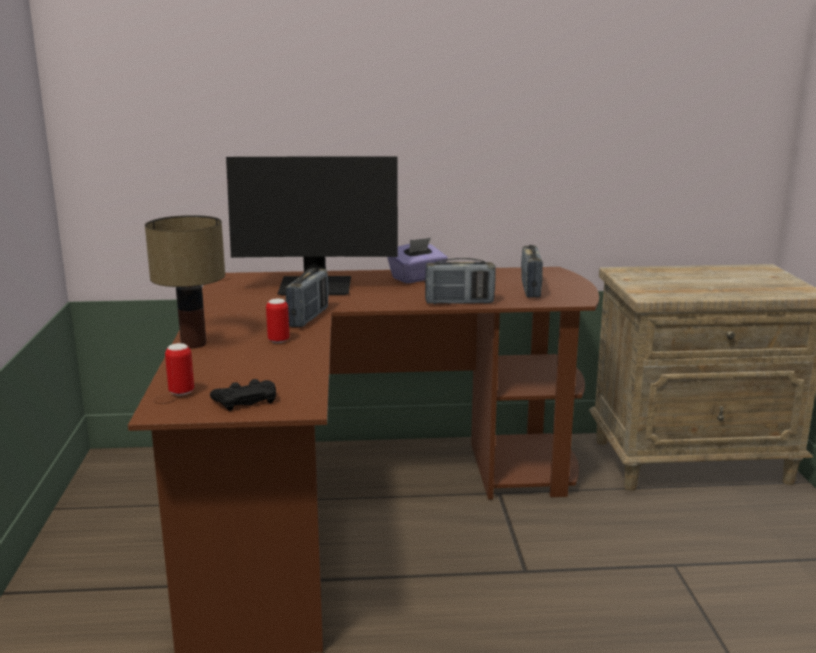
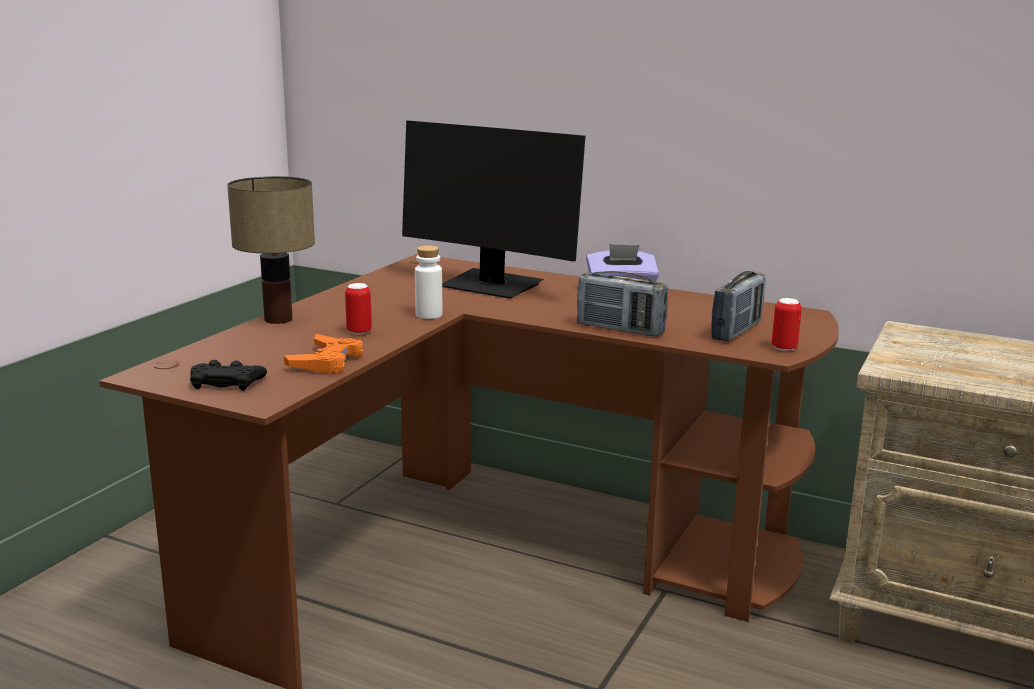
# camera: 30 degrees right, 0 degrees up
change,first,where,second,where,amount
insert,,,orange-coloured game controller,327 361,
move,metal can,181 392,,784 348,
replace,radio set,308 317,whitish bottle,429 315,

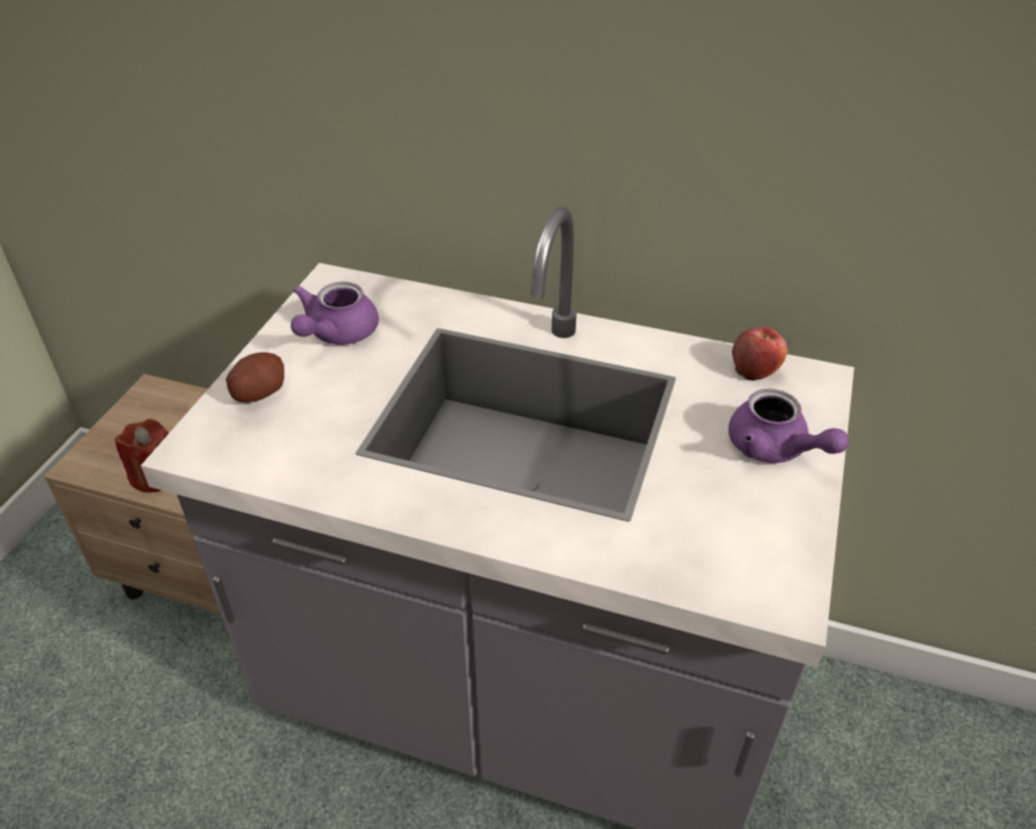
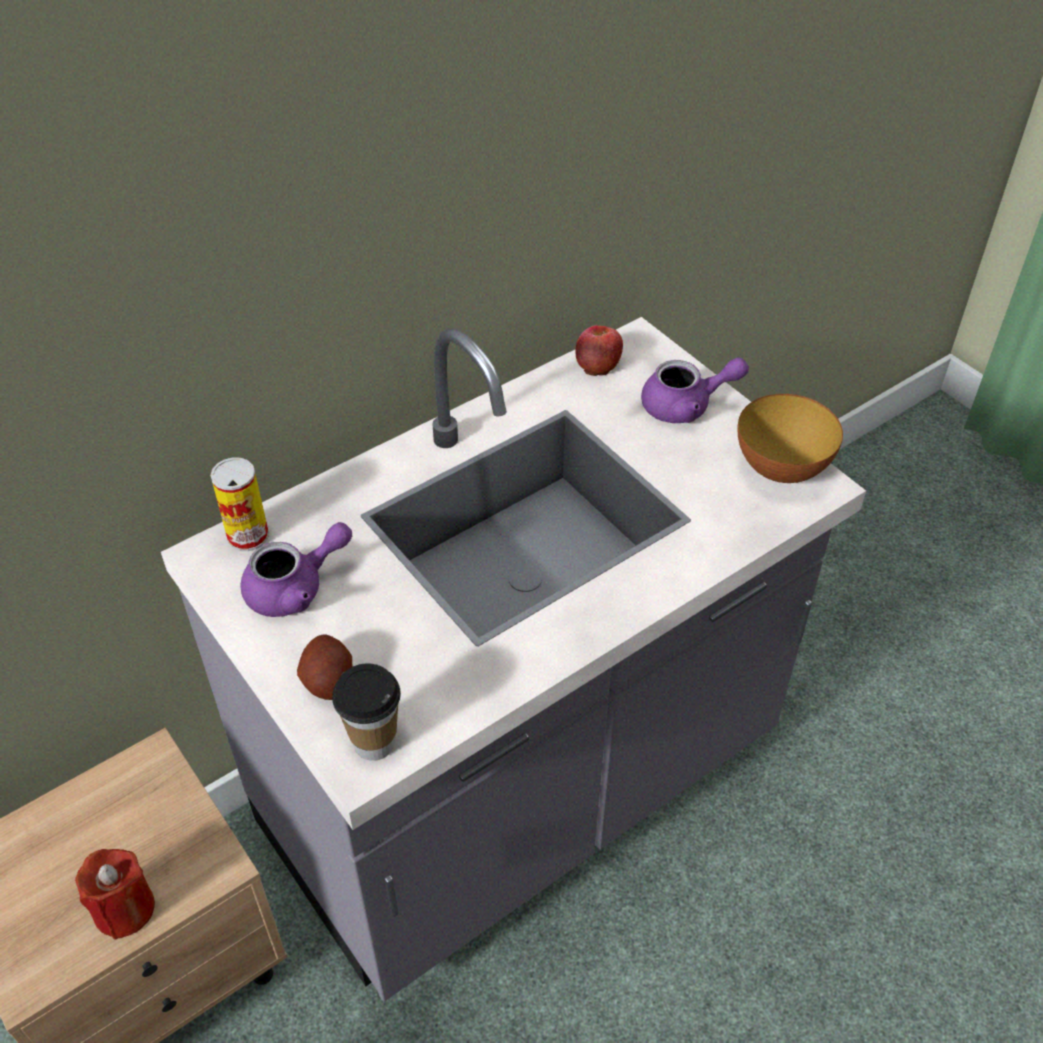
# camera: 55 degrees left, 5 degrees up
change,first,where,second,where,amount
insert,,,metal can,248 535,
insert,,,drinking cup,374 743,
insert,,,deep dish,781 469,
rotate,purple tea pot,336 334,,296 588,90 degrees counterclockwise

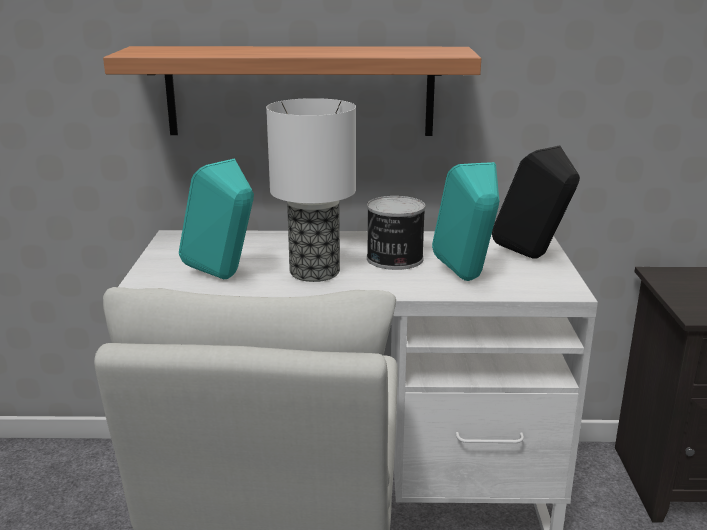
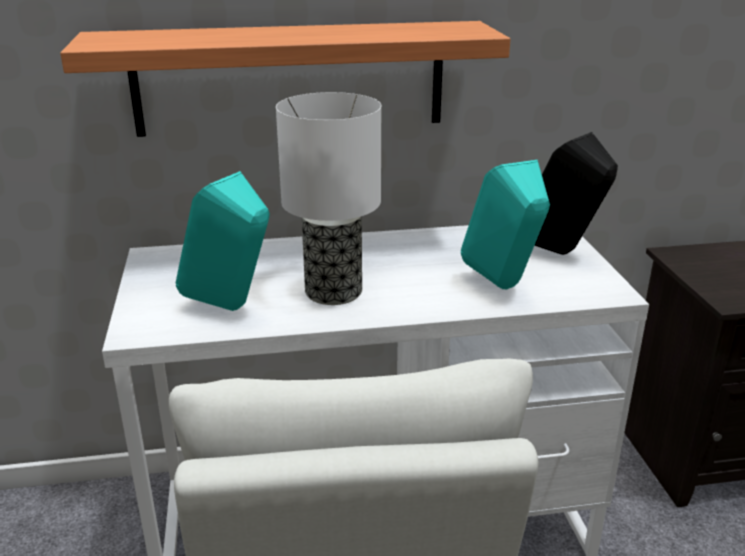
# camera: 10 degrees left, 5 degrees up
change,first,where,second,where,amount
delete,metal can,394 259,,,

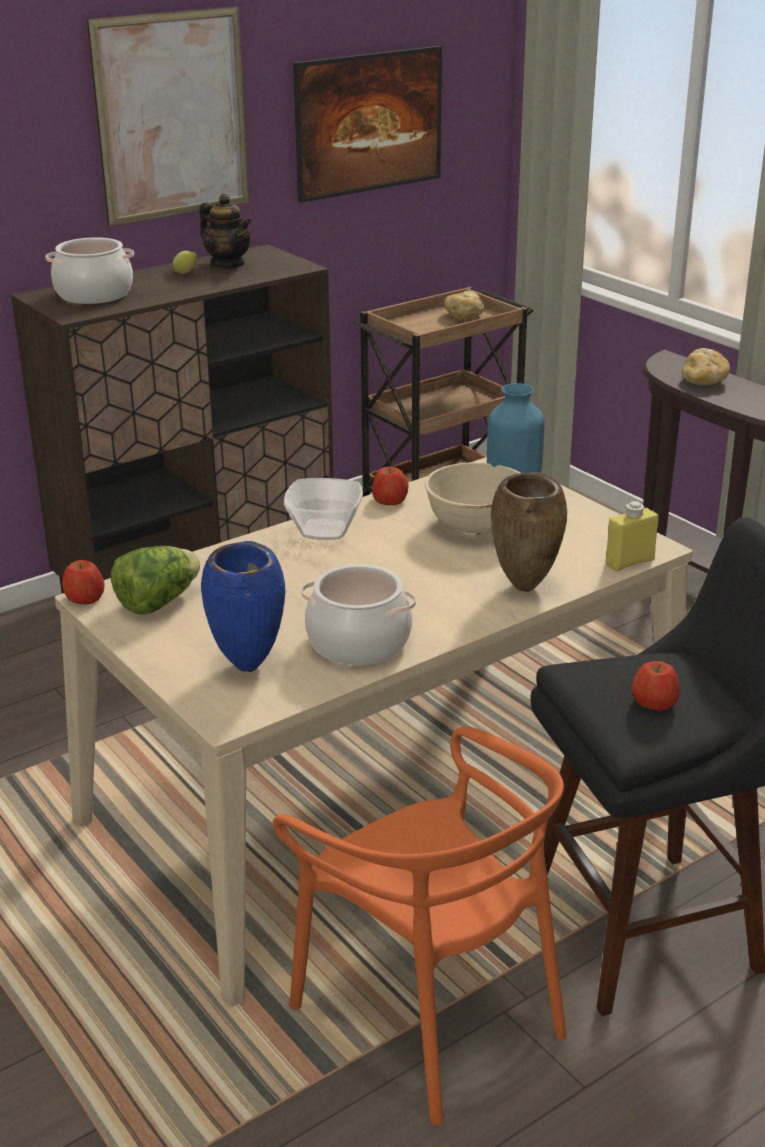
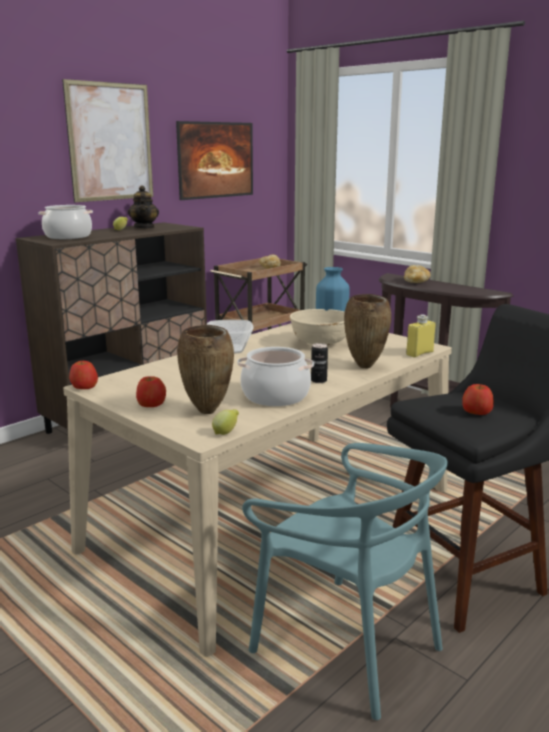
# camera: 10 degrees left, 10 degrees down
change,first,where,second,where,amount
delete,lettuce,158 603,,,
insert,,,whole lemon,226 433,
insert,,,metal can,318 380,
move,apple fruit,390 500,,151 404,
recolor,blue-coloured flower vase,249 667,brown-coloured flower vase,208 412,
recolor,orange-coloured chair,431 1013,blue-green chair,347 644,
rotate,tea pot,228 264,,144 227,45 degrees clockwise

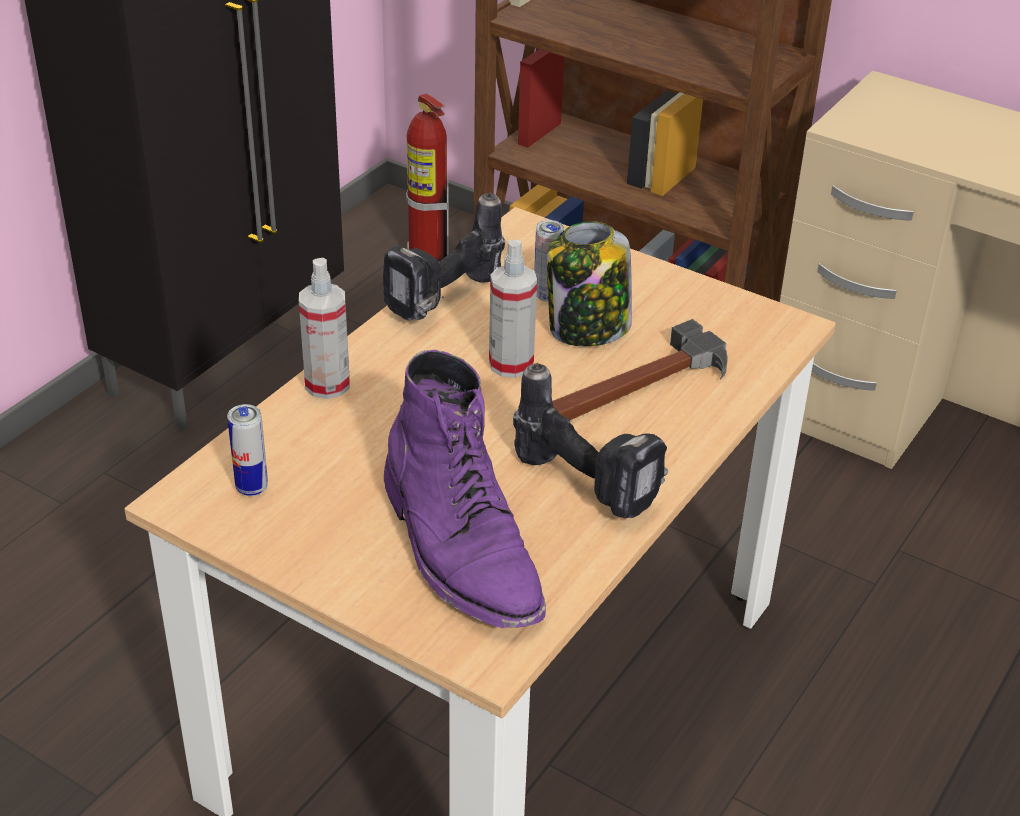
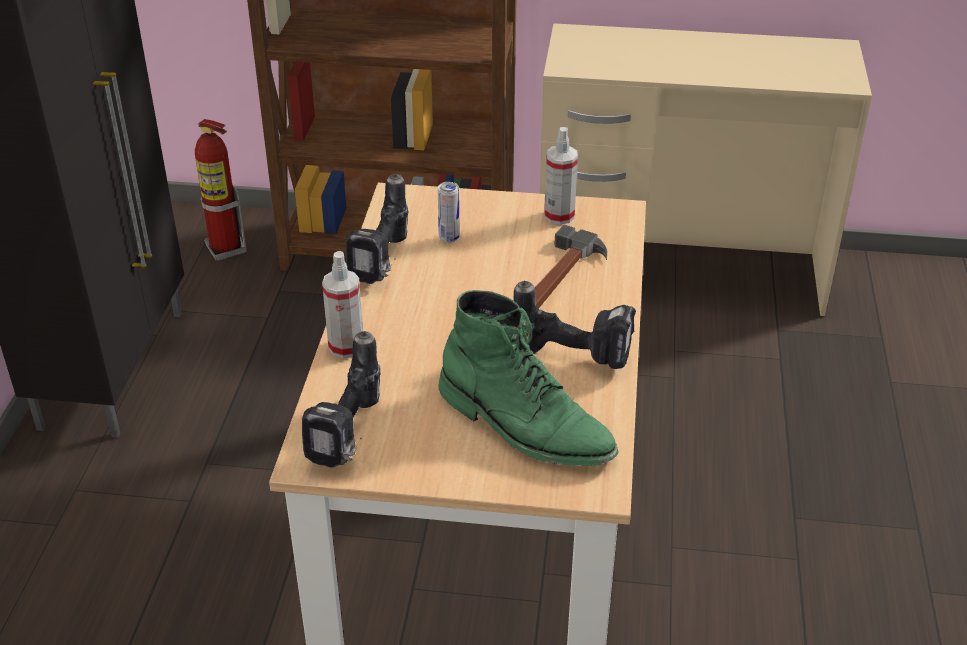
# camera: 25 degrees left, 0 degrees up
change,first,where,second,where,amount
delete,jar,587 328,,,
move,sprayer,511 364,,559 215,
replace,metal can,252 488,drill,351 435,
recolor,purple high-top boot,460 547,green-coloured high-top boot,525 425,

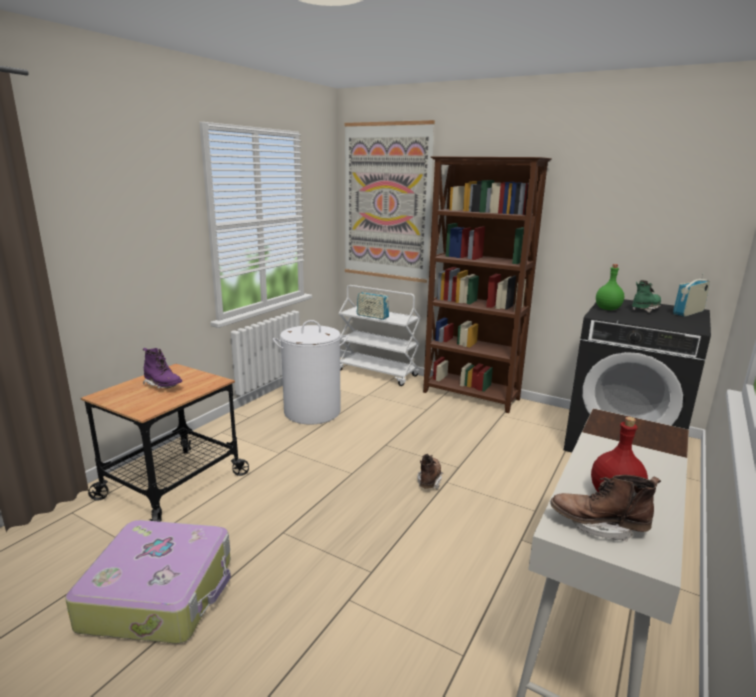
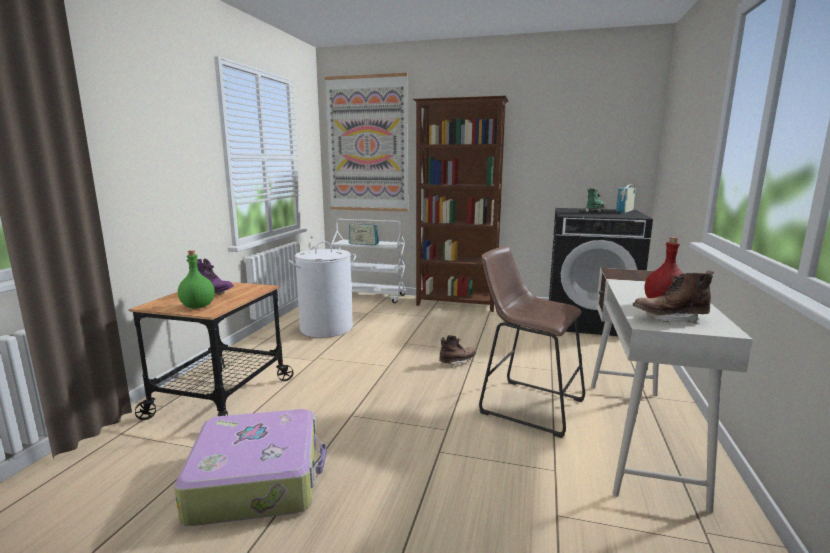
# camera: 15 degrees left, 5 degrees down
change,first,where,second,where,amount
insert,,,brown-coloured stool,526 404,
move,green-coloured bottle,607 309,,197 307,
rotate,brown-coloured high-top boot,429 480,,457 362,60 degrees clockwise

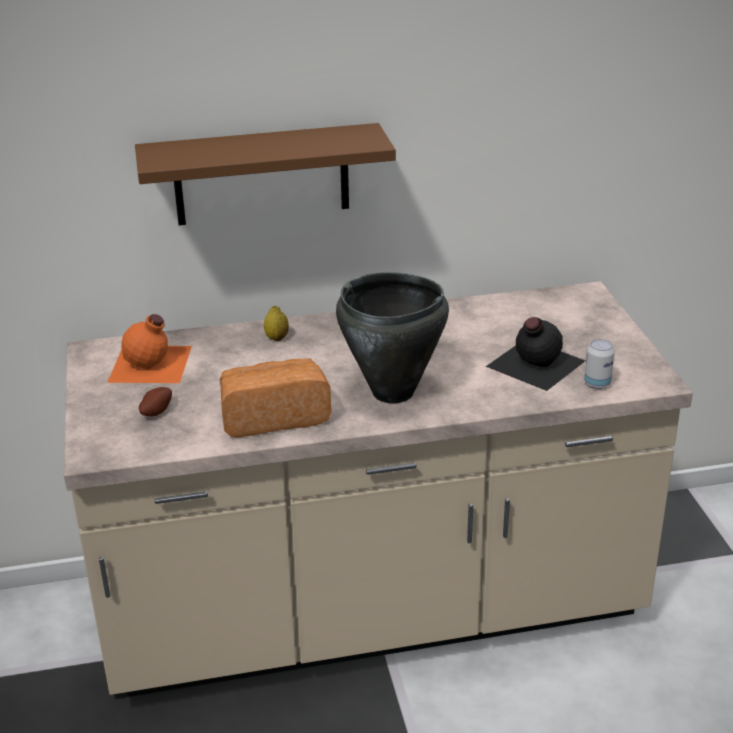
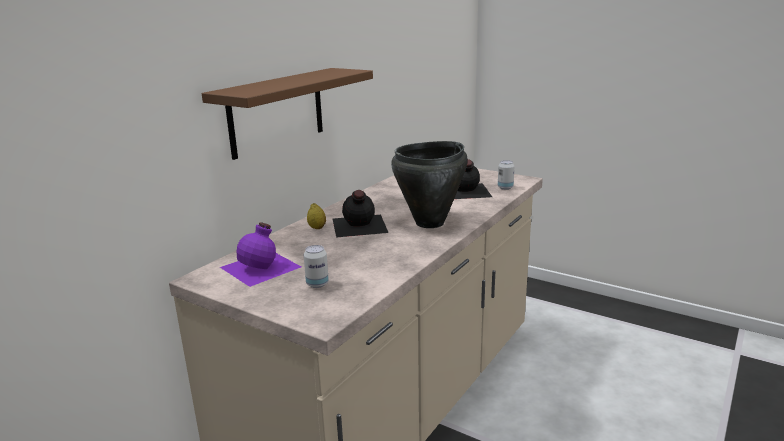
# camera: 45 degrees left, 10 degrees down
change,first,where,second,where,amount
delete,baked bread,273 416,,,
insert,,,black bottle,358 225,
replace,spud,155 411,metal can,317 284,
recolor,orange-coloured bottle,151 364,purple bottle,262 267,

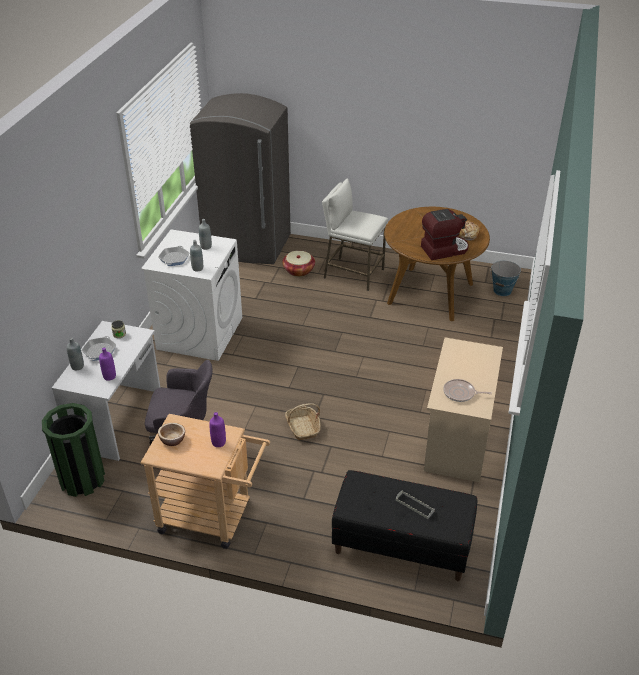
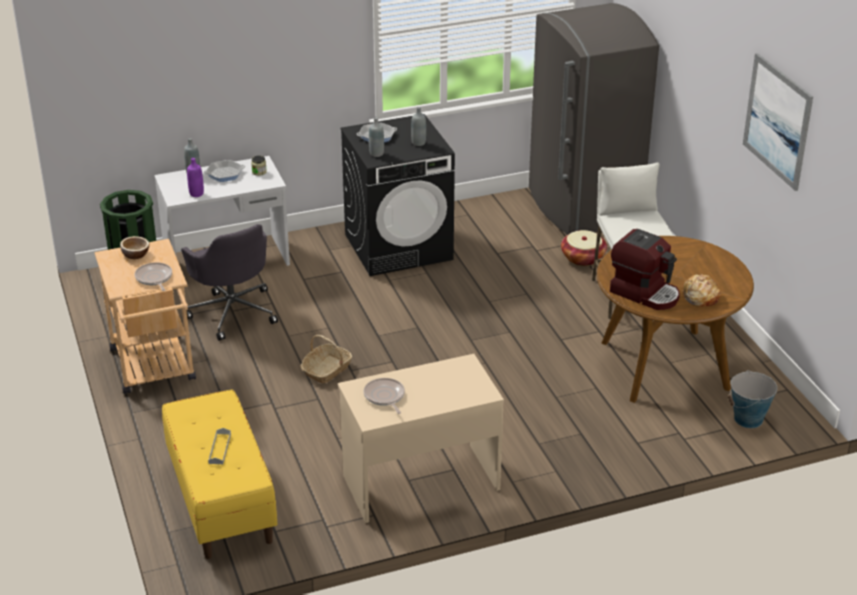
# camera: 55 degrees right, 5 degrees down
change,first,where,second,where,amount
insert,,,picture,777 121,
replace,purple bottle,218 442,frying pan,154 278,
recolor,whitish laundry machine,200 333,black laundry machine,399 247,
recolor,black long seat,401 545,yellow-coloured long seat,221 500,

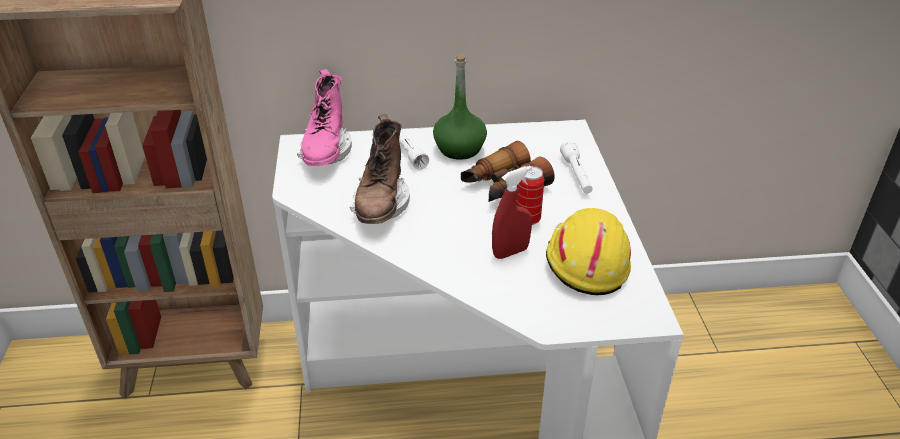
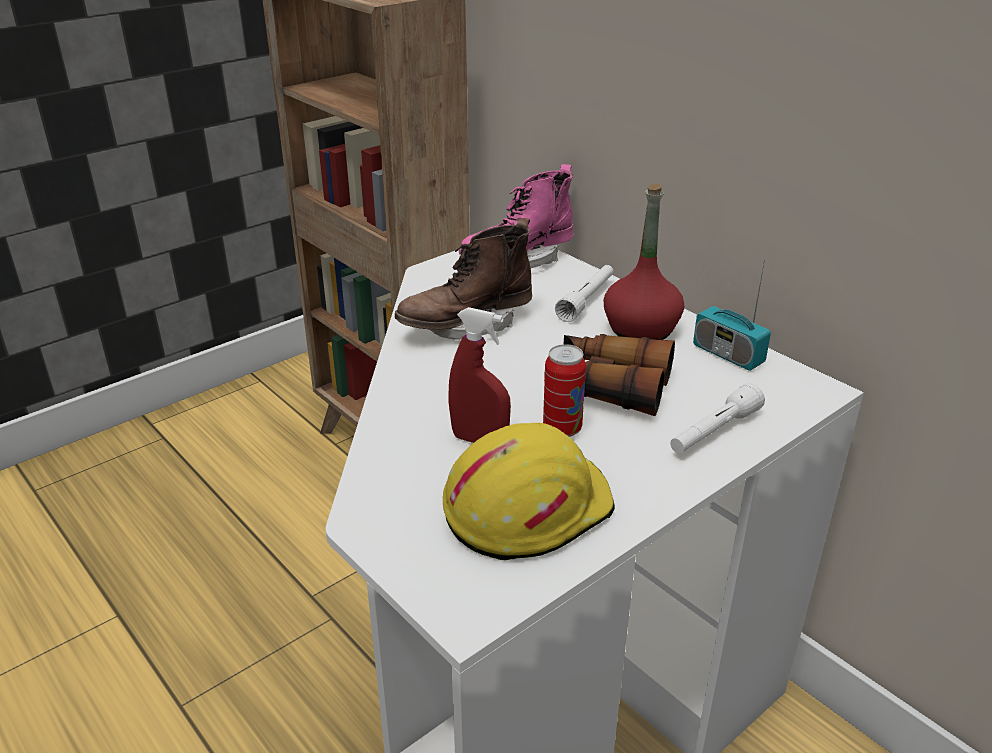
# camera: 55 degrees right, 5 degrees down
change,first,where,second,where,amount
insert,,,radio set,728 355,
recolor,green-coloured bottle,459 149,reddish bottle,640 329,

